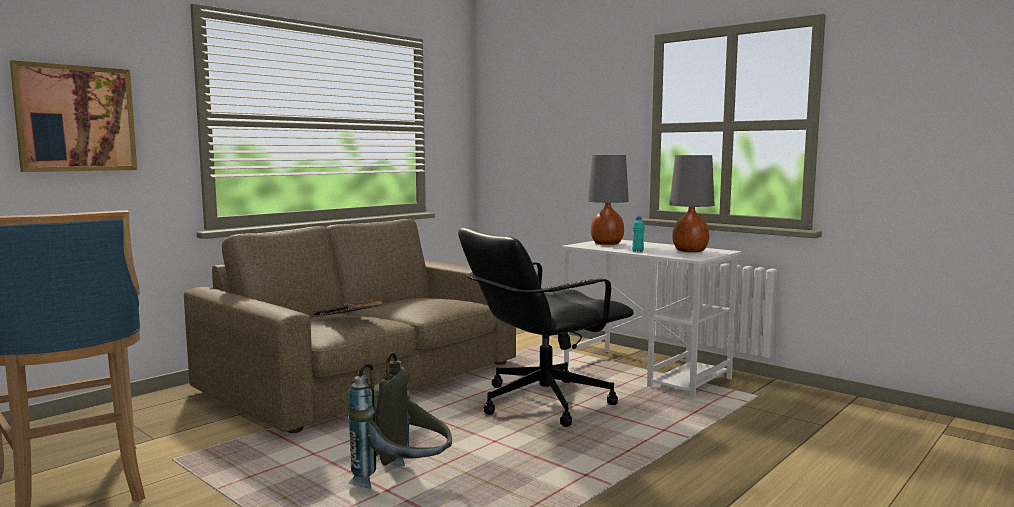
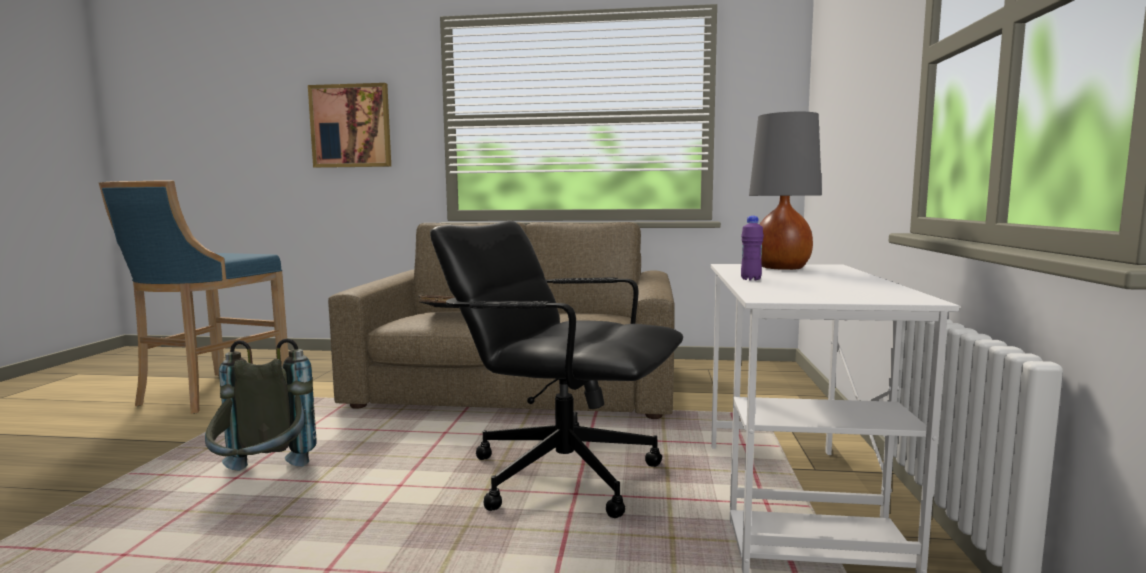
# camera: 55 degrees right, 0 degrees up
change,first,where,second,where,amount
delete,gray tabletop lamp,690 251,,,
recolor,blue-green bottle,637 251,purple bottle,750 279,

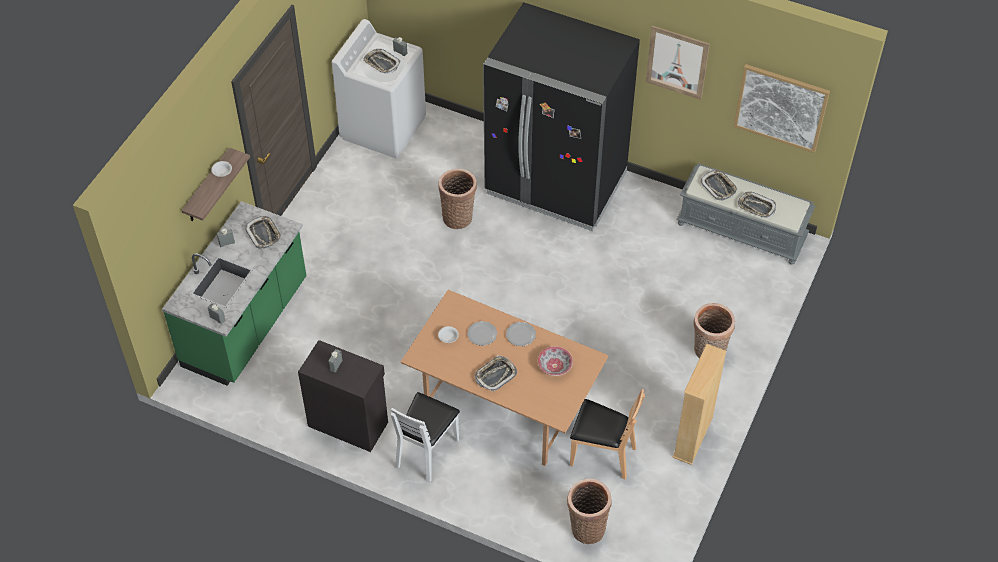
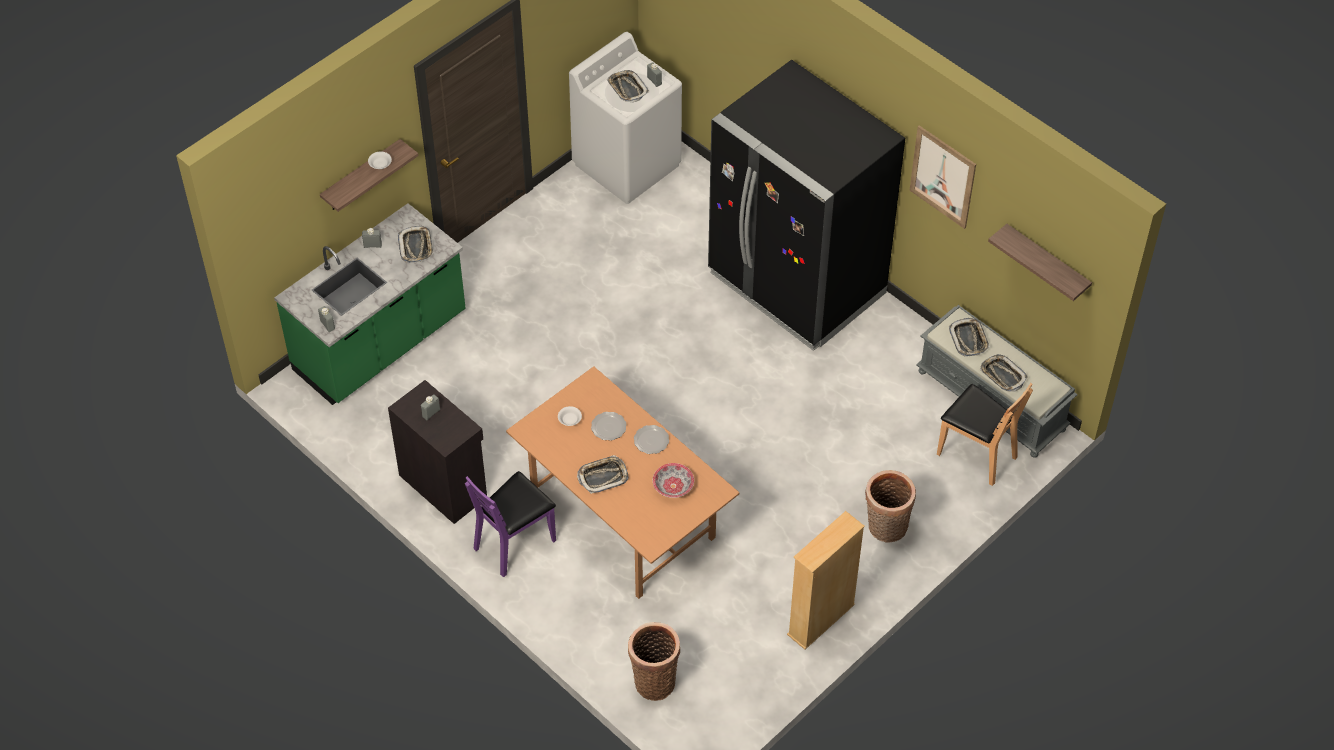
# camera: 20 degrees right, 0 degrees up
change,first,where,second,where,amount
delete,basket,458 216,,,
move,brown-coloured chair,602 455,,976 454,
replace,picture,781 107,shelf,1046 263,
recolor,whitish chair,426 452,purple chair,514 543,

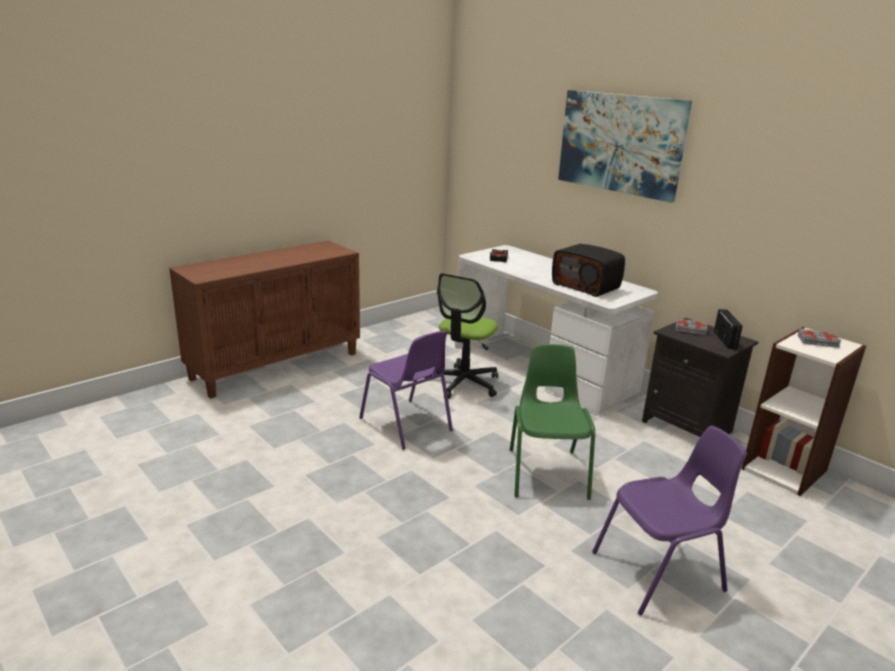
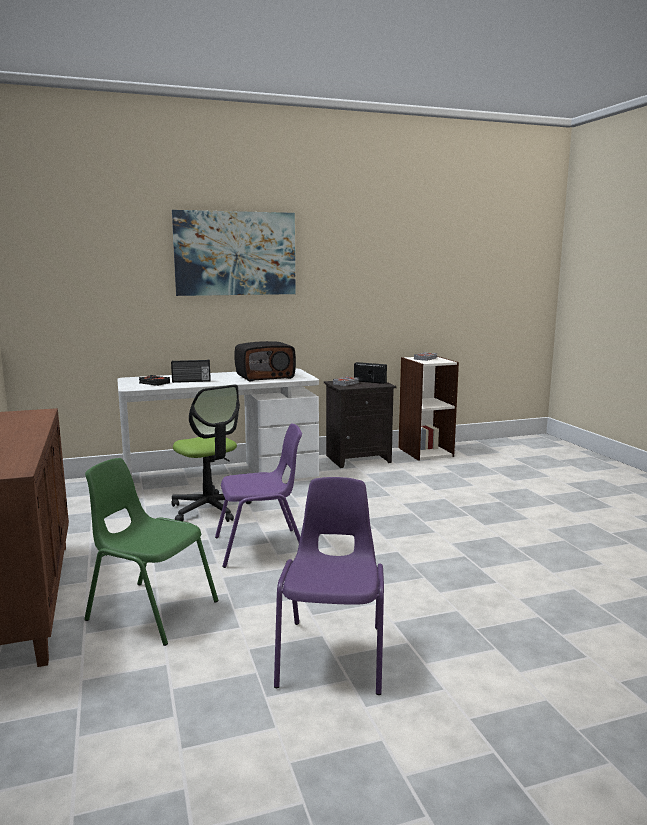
# camera: 65 degrees left, 10 degrees down
change,first,where,second,where,amount
insert,,,radio set,191 381,
move,green-coloured chair,547 472,,151 610,
move,purple chair,660 572,,333 654,

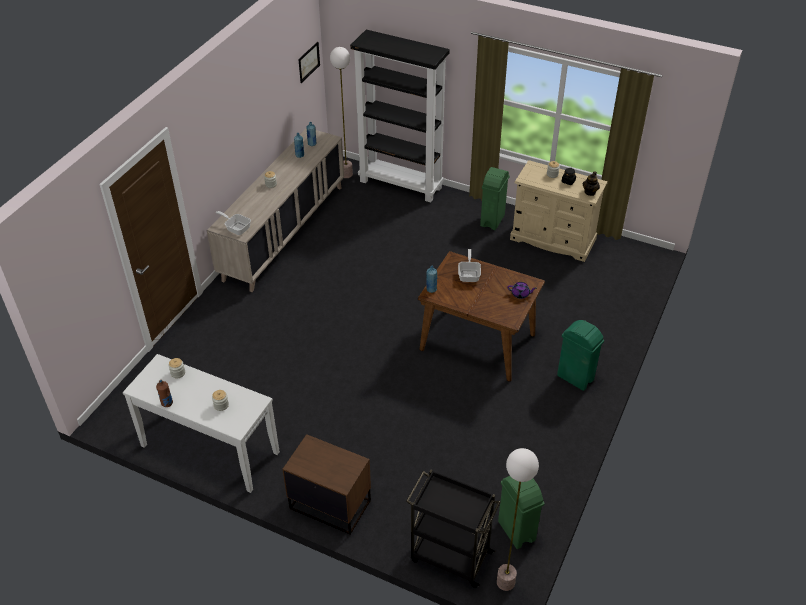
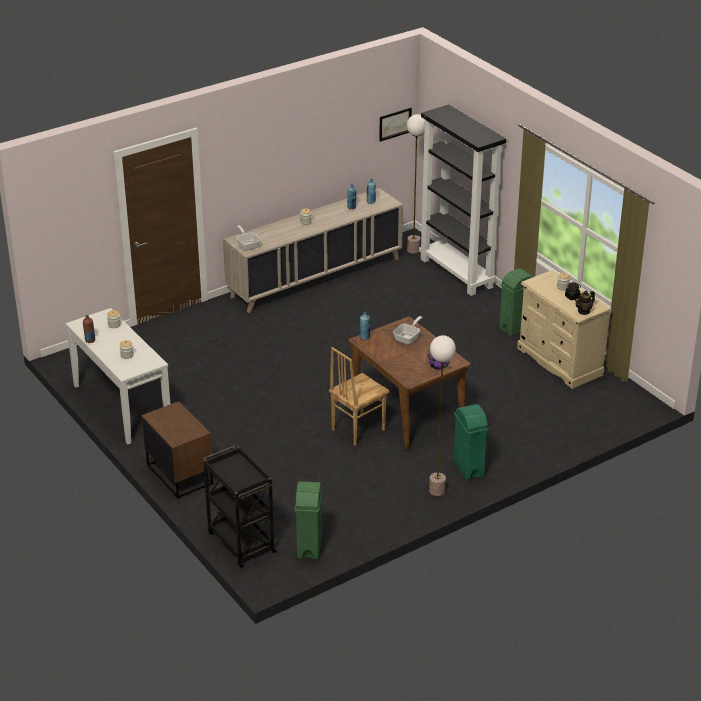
# camera: 30 degrees right, 10 degrees down
change,first,where,second,where,amount
insert,,,brown-coloured chair,357 429,
move,floor lamp,505 582,,436 490,

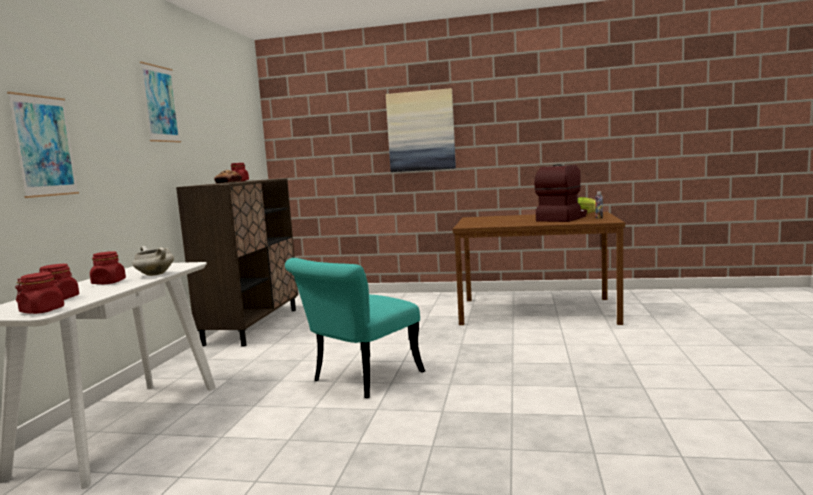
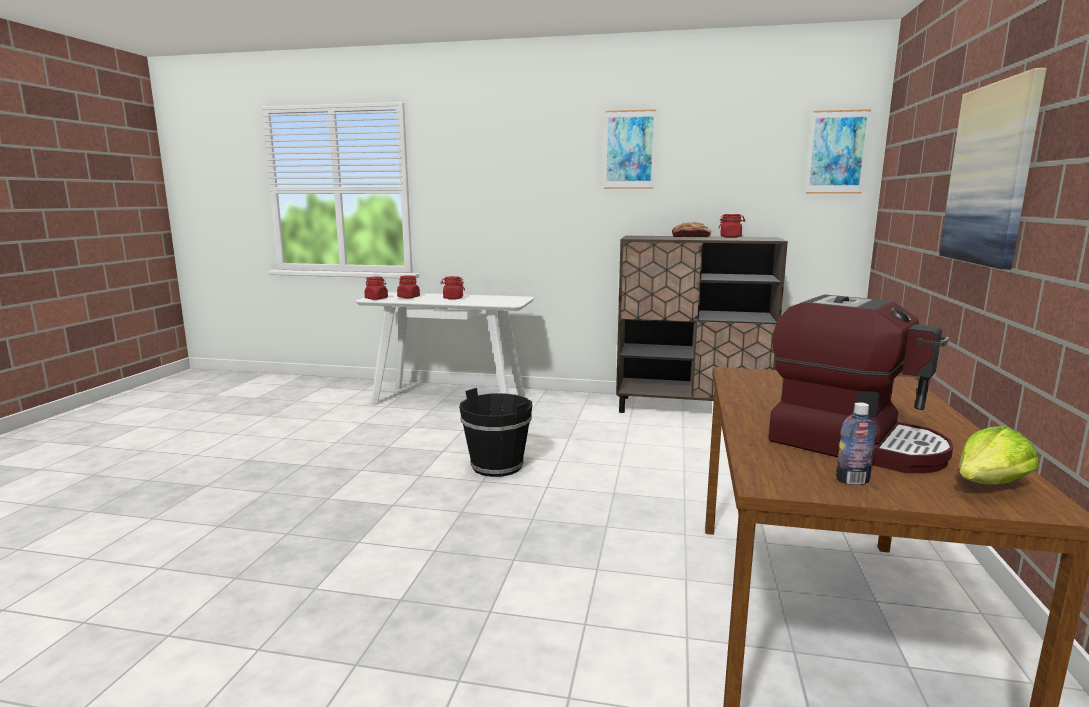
# camera: 90 degrees right, 5 degrees up
change,first,where,second,where,amount
delete,whitish stockpot,154 274,,,
move,picture,44 146,,837 152,
replace,blue-green chair,359 380,black pail,497 466,

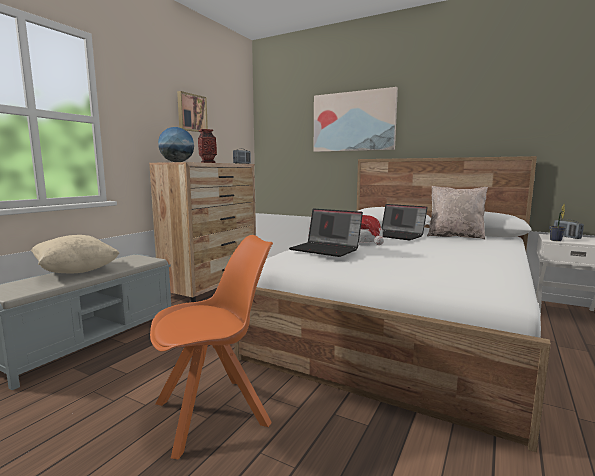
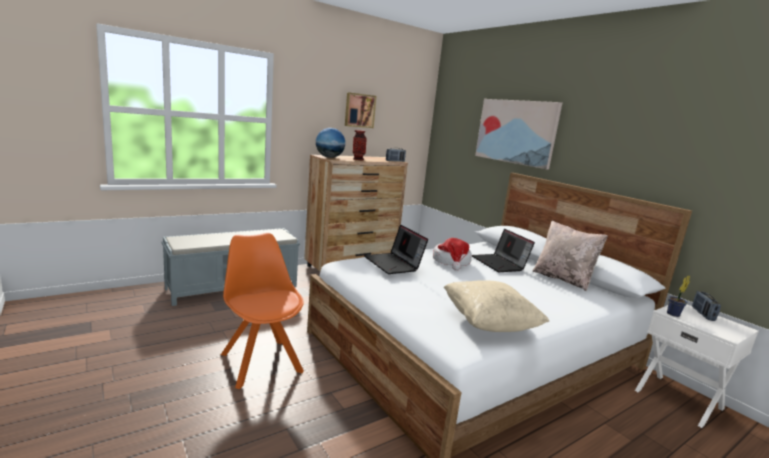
# camera: 25 degrees right, 5 degrees up
change,first,where,second,where,amount
move,beige-coloured cushion,76 271,,489 324,
rotate,orange-coloured chair,215 413,,260 361,120 degrees counterclockwise

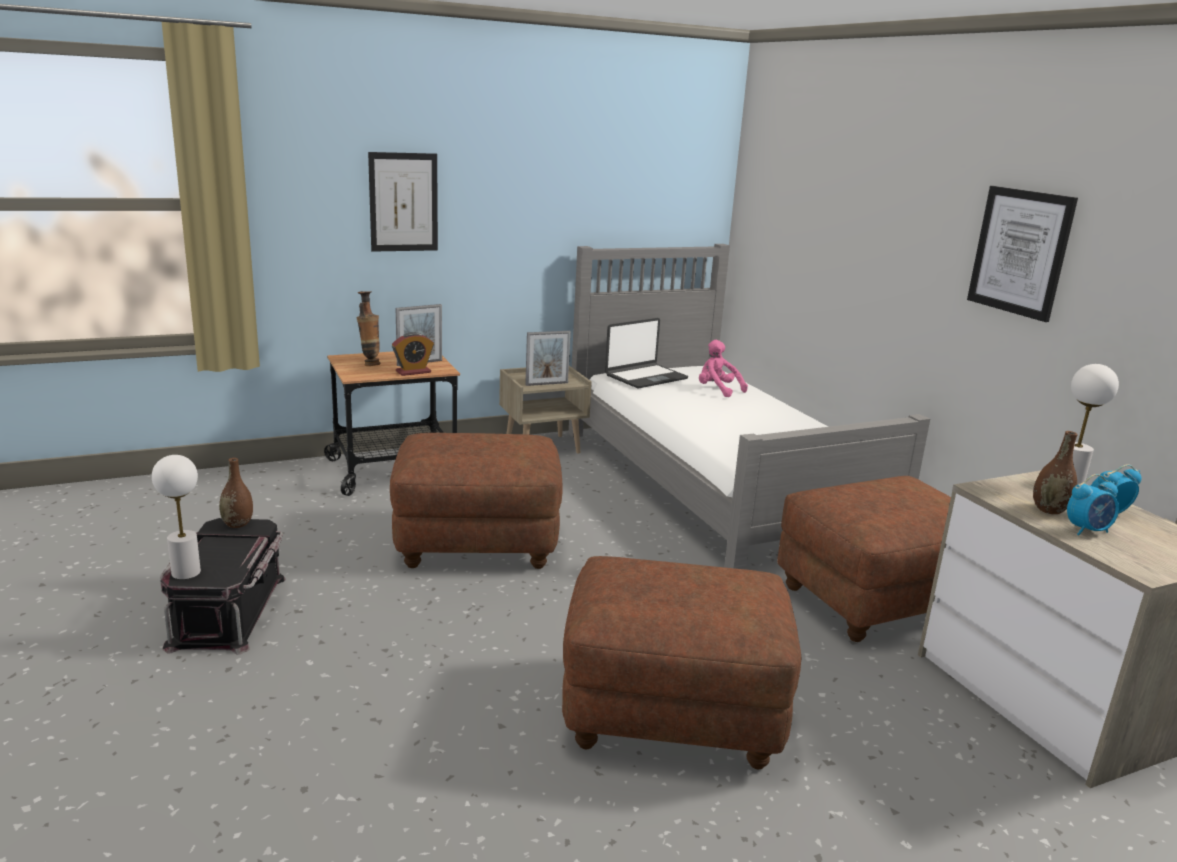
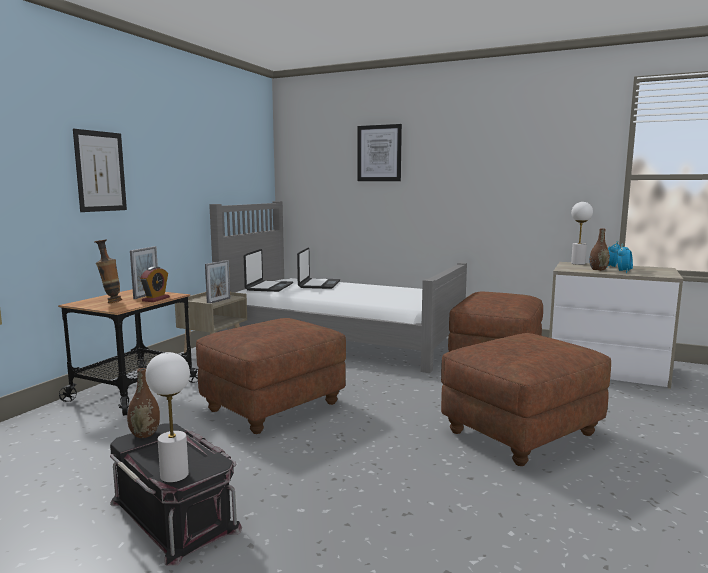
# camera: 40 degrees left, 10 degrees down
change,first,where,second,where,amount
move,picture,1020 252,,379 153,
replace,pink-coloured soft toy,717 390,laptop,318 284,

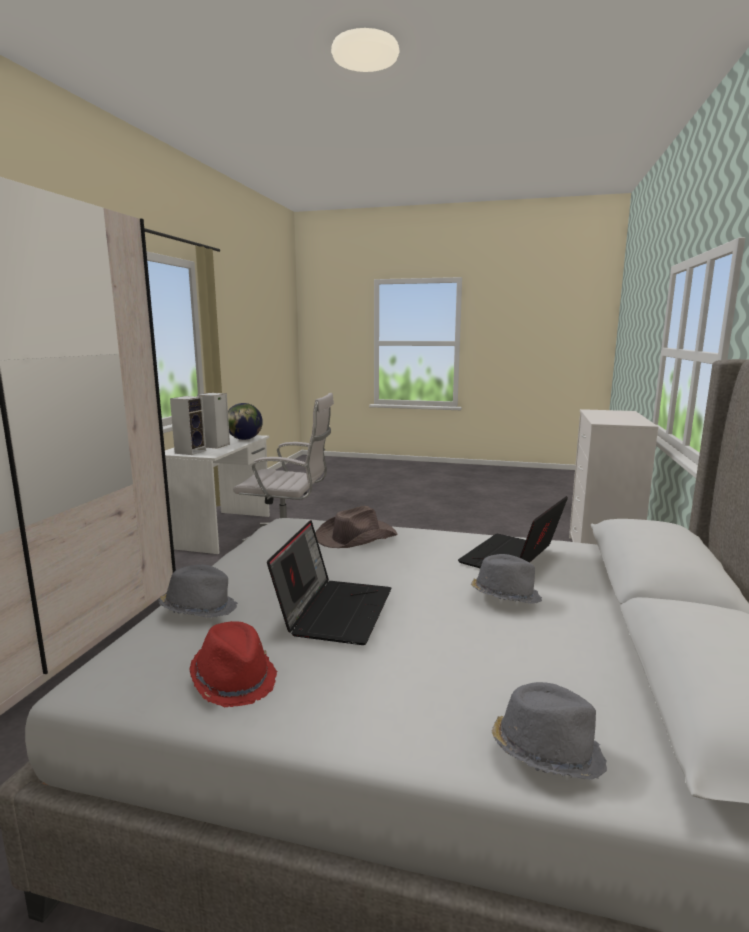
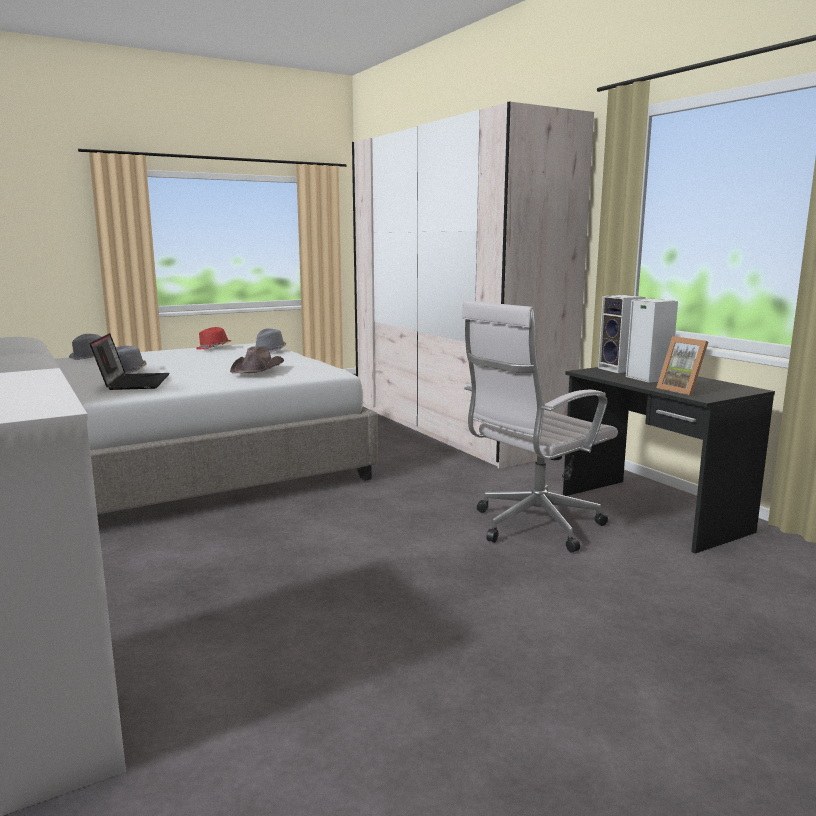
# camera: 135 degrees right, 0 degrees up
change,first,where,second,where,amount
delete,laptop,334 610,,,
replace,globe,244 439,standing frame,682 390,
recolor,whitish desk table,221 530,black desk table,651 513,

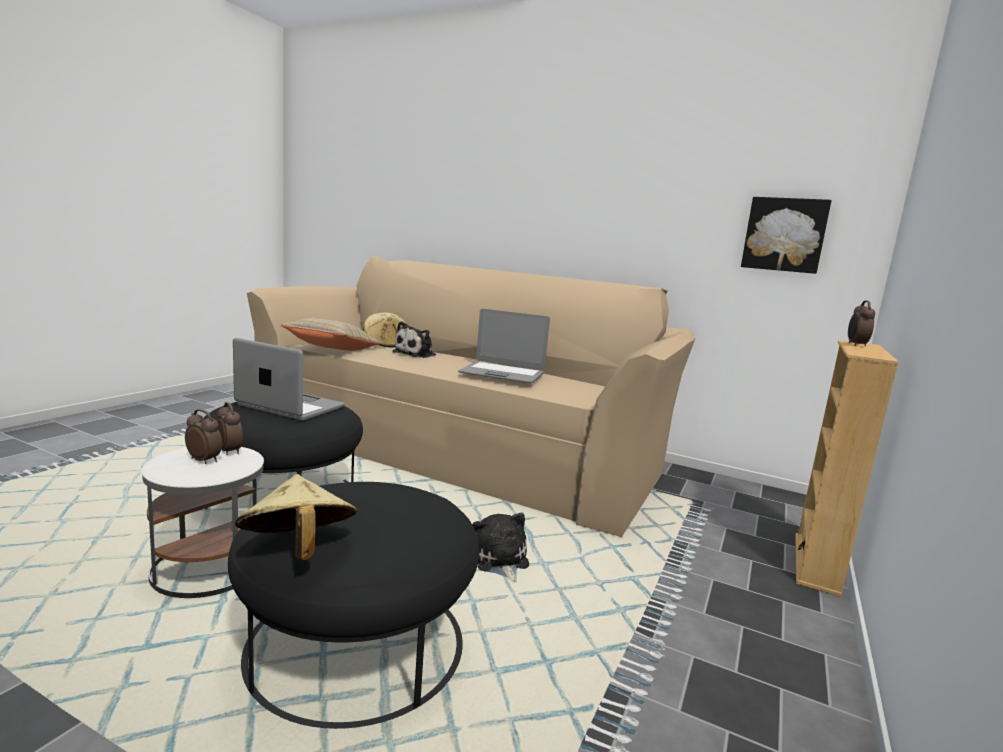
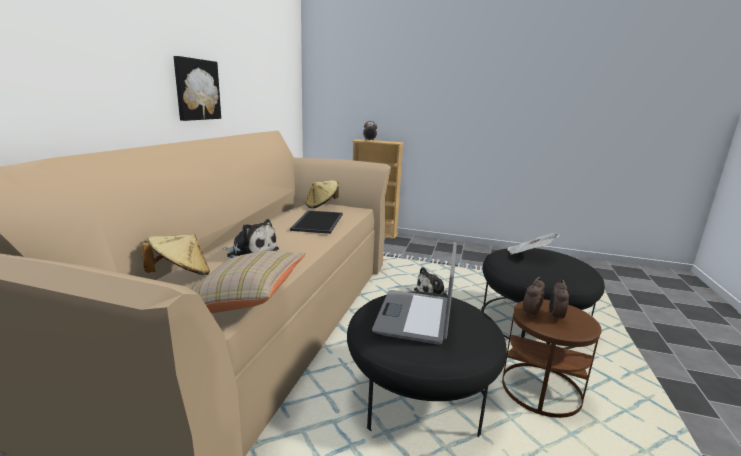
# camera: 100 degrees left, 5 degrees up
change,first,where,second,where,amount
insert,,,newspaper,529 255,
move,beige-coloured hat,297 550,,321 205,
move,picture,784 235,,196 89,
replace,laptop,502 374,tray,317 221,
recolor,whitish accent table,207 568,brown-coloured accent table,541 390,

